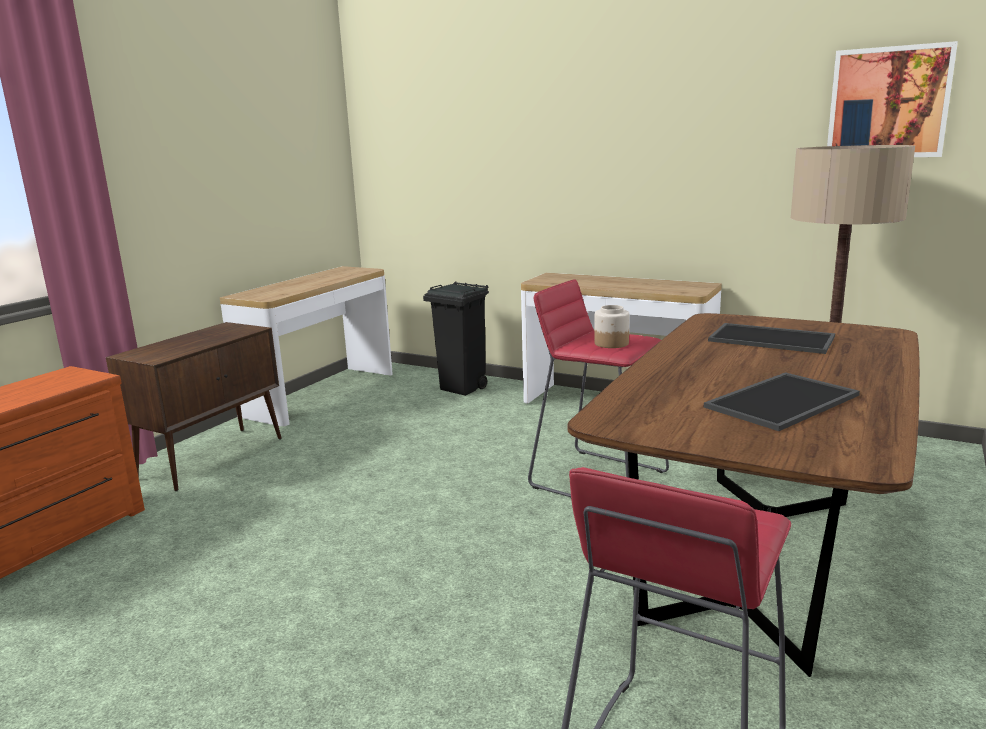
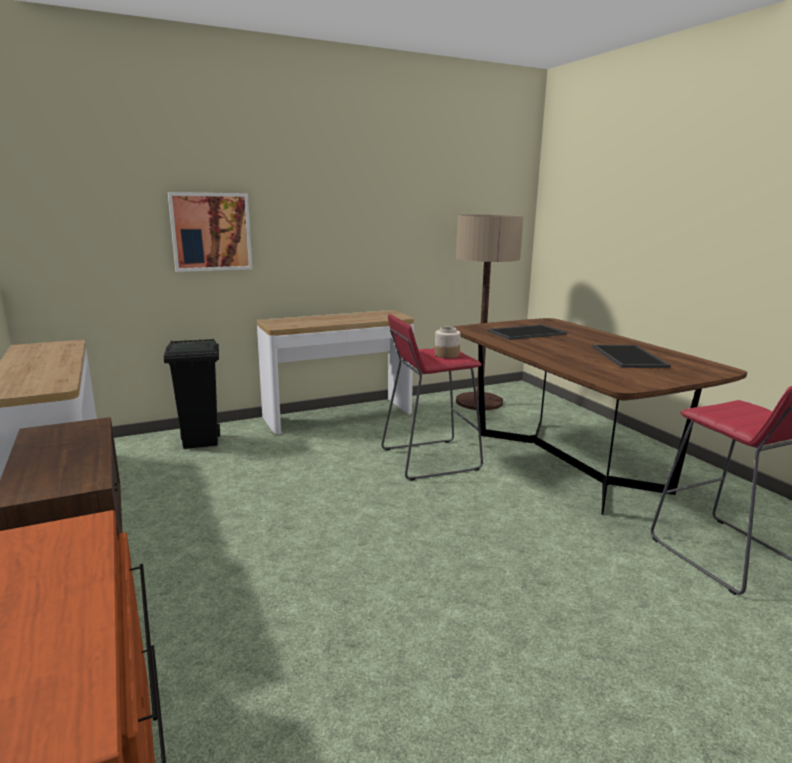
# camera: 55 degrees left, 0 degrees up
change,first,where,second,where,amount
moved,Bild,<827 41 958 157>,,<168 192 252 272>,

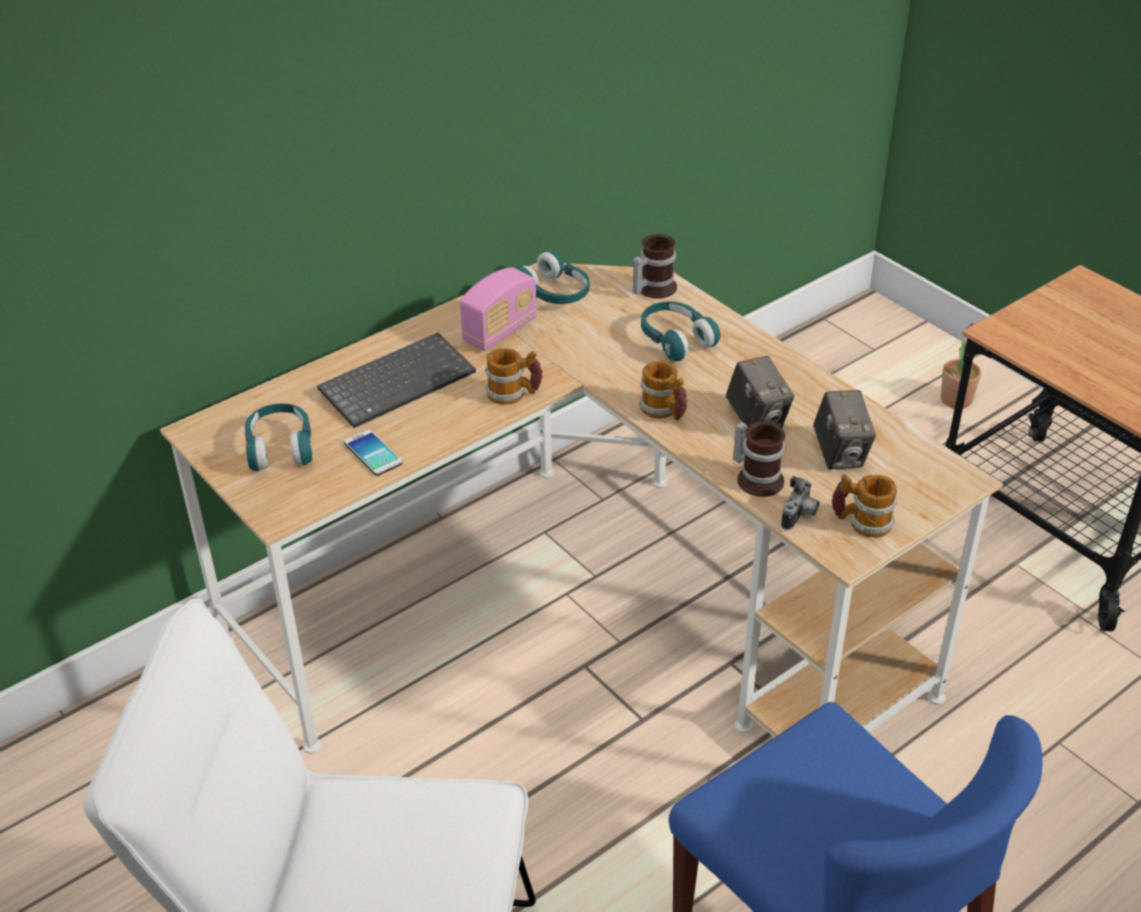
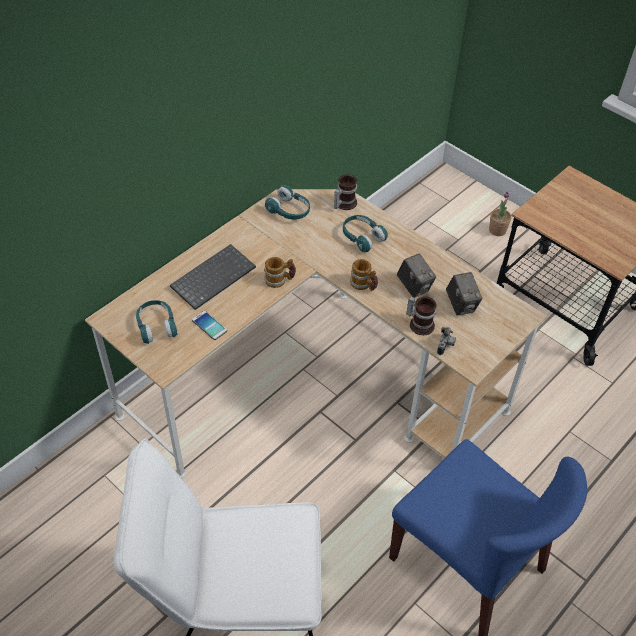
# camera: 10 degrees left, 10 degrees up
change,first,where,second,where,amount
removed,Radio,<460 267 537 351>,,,
removed,Henkelbecher,<832 474 897 538>,,,

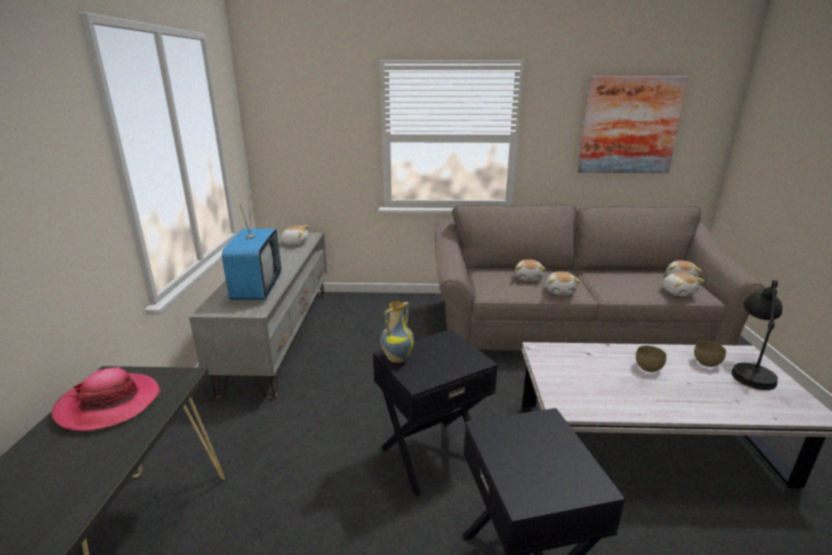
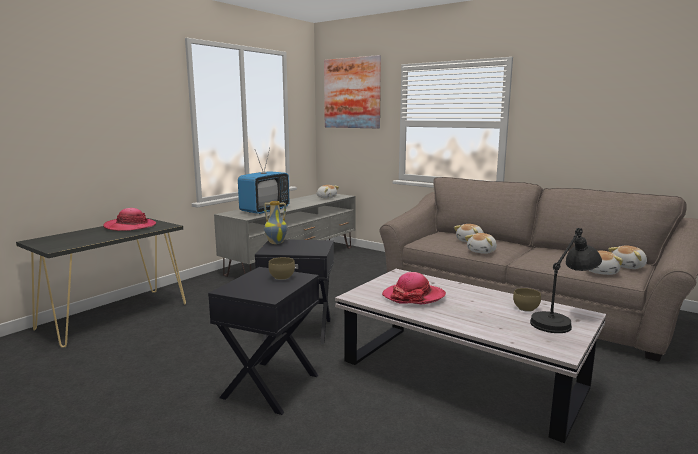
# camera: 35 degrees right, 10 degrees down
change,first,where,second,where,amount
moved,Bild,<578 77 688 173>,,<324 55 381 128>,
moved,Schüssel [braun],<636 346 667 372>,,<268 257 295 280>,
added,,,Hut,<382 272 446 304>,

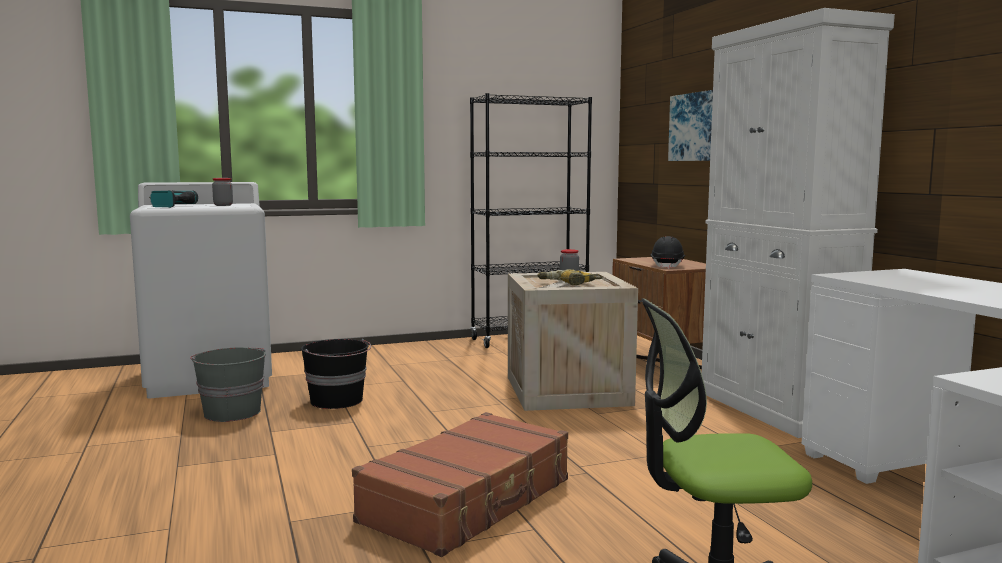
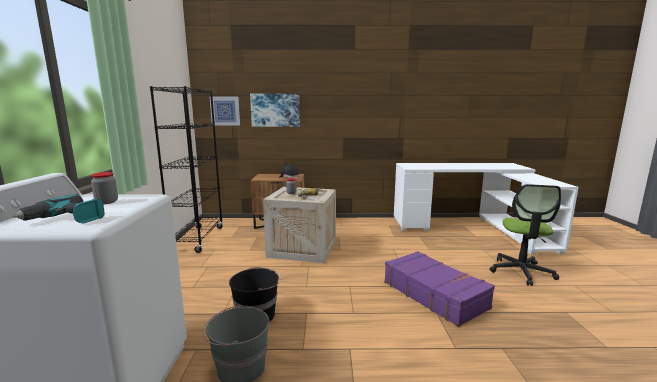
# camera: 70 degrees left, 5 degrees up
change,first,where,second,where,amount
removed,Schrank [weiß],<702 8 895 438>,,,
recoloured,Koffer [braun],<352 412 568 557>,Koffer [lila],<384 251 495 327>,
added,,,Bild,<209 97 240 126>,

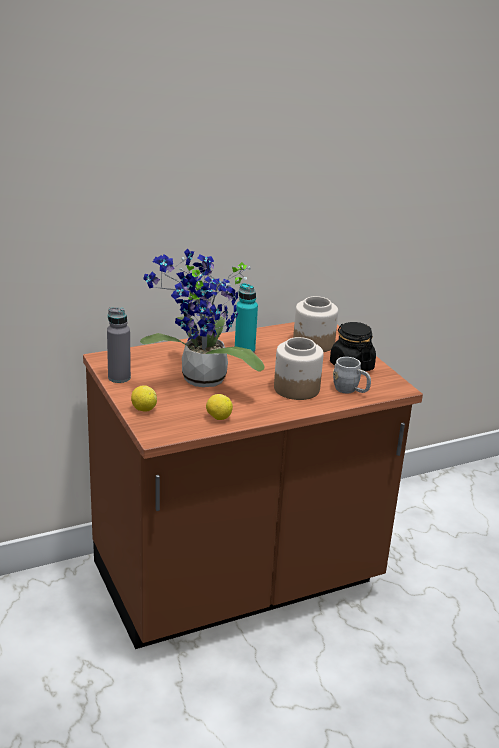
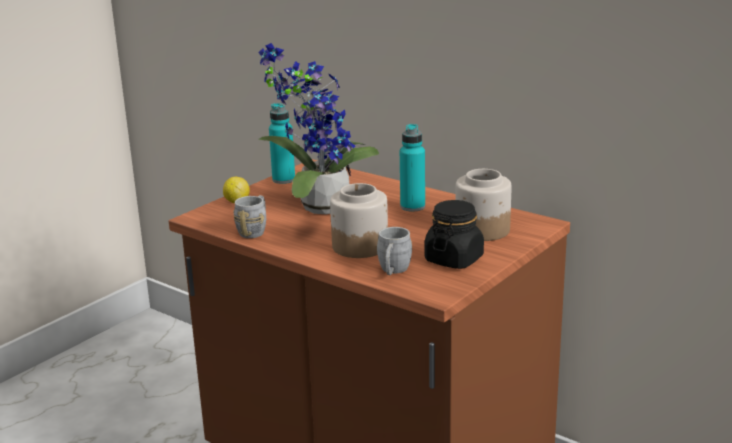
# camera: 65 degrees right, 5 degrees down
change,first,where,second,where,amount
recoloured,Flasche [grau],<107 307 131 383>,Flasche [türkis],<269 103 295 184>,
replaced,Zitrone,<206 394 233 420>,Henkelbecher [grau],<234 195 266 238>,

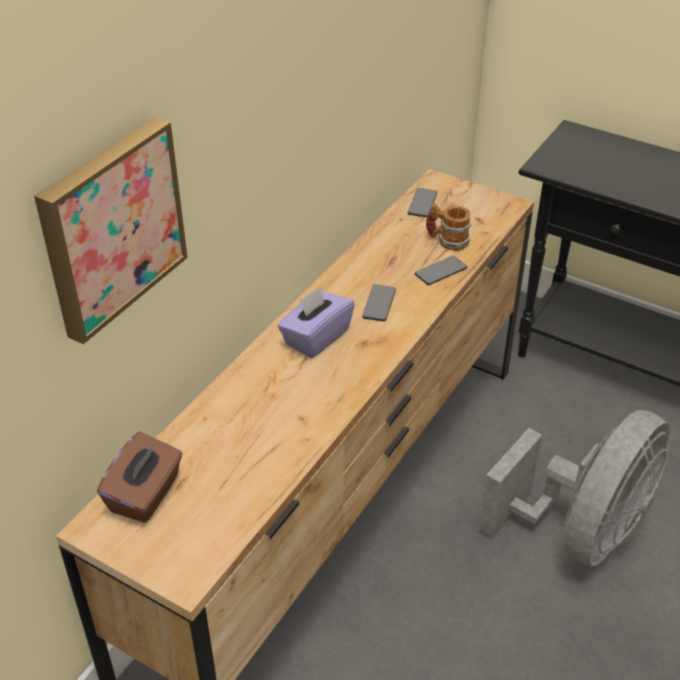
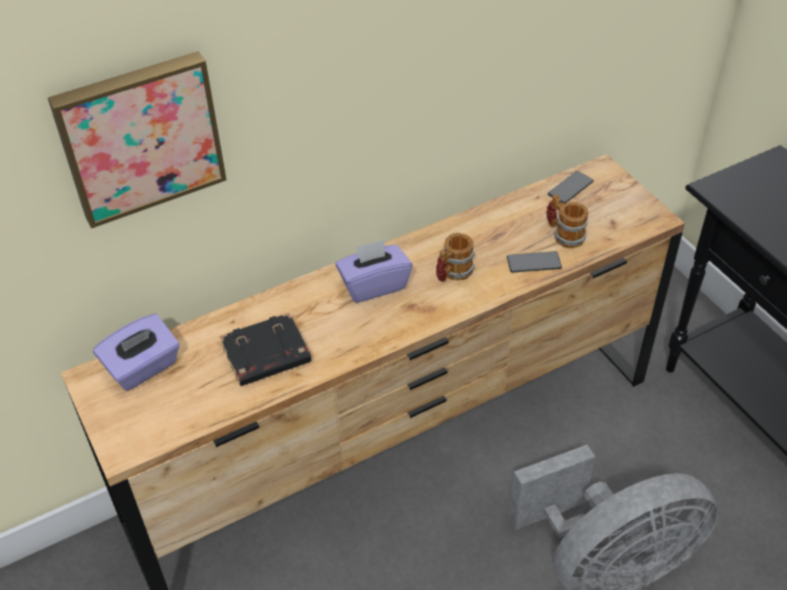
# camera: 30 degrees right, 5 degrees up
change,first,where,second,where,amount
replaced,Handy,<362 284 396 321>,Henkelbecher,<436 233 475 282>,
recoloured,Taschentuchbox [braun],<97 431 183 523>,Taschentuchbox [lila],<93 314 180 391>,
added,,,Buch [schwarz],<219 313 311 386>,

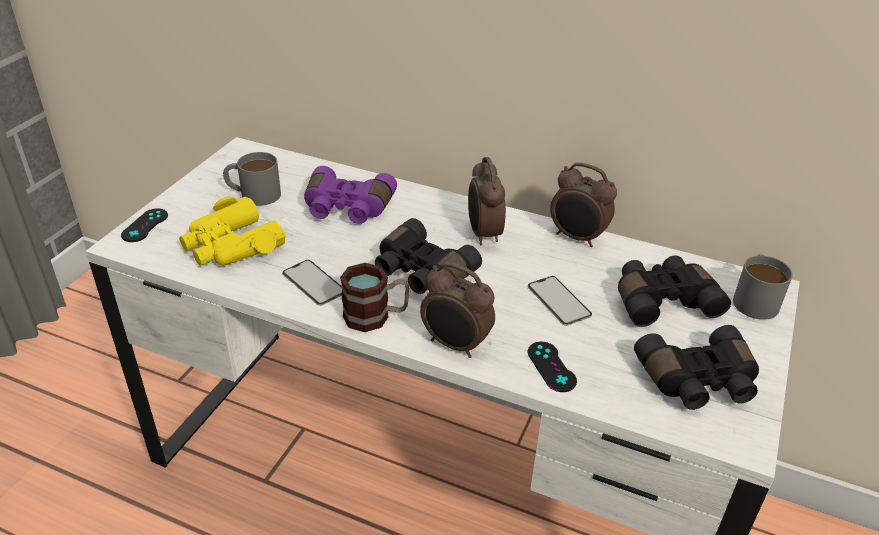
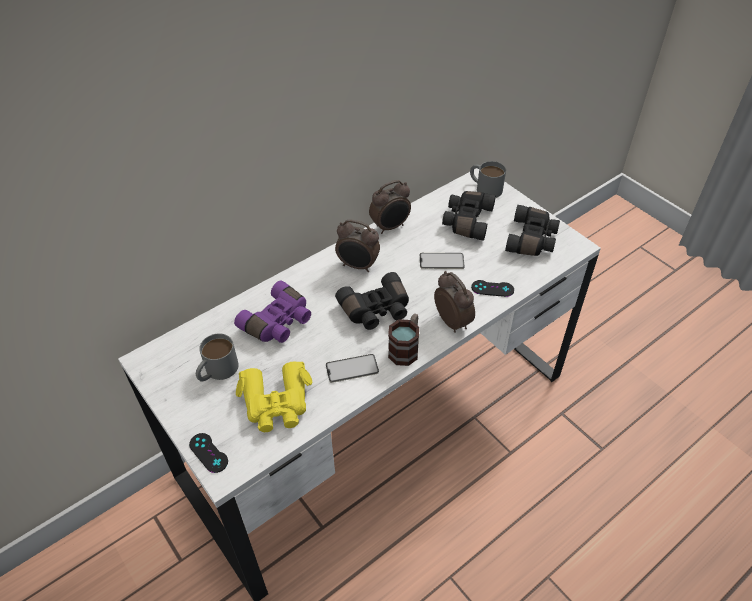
# camera: 60 degrees left, 10 degrees up
change,first,where,second,where,amount
turned,Wecker,<420 262 495 358>,,<434 271 475 333>,90 degrees counterclockwise

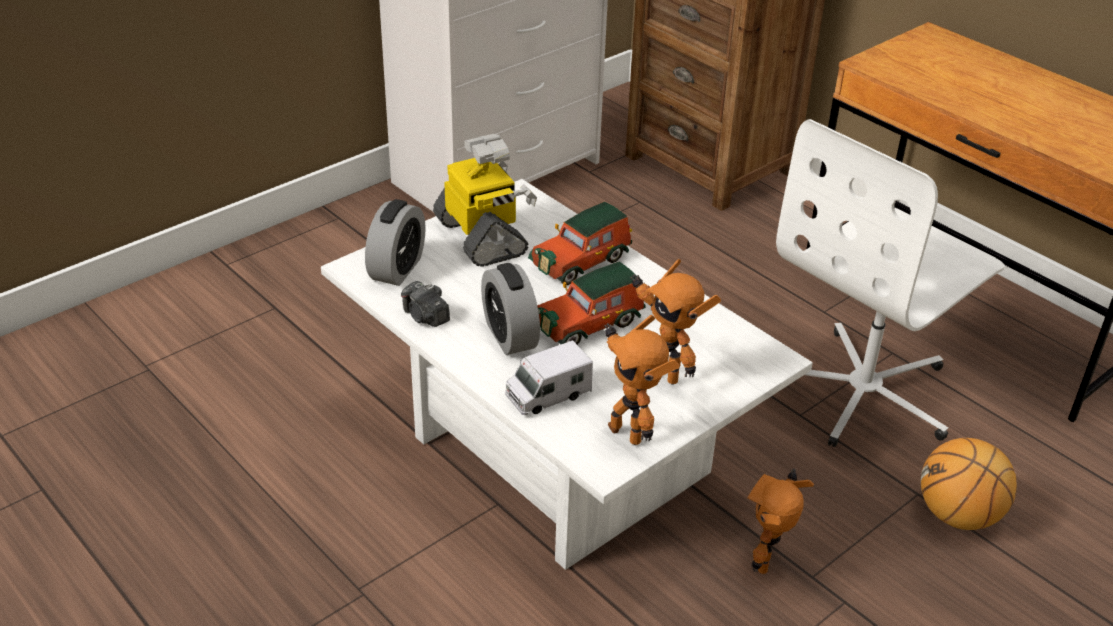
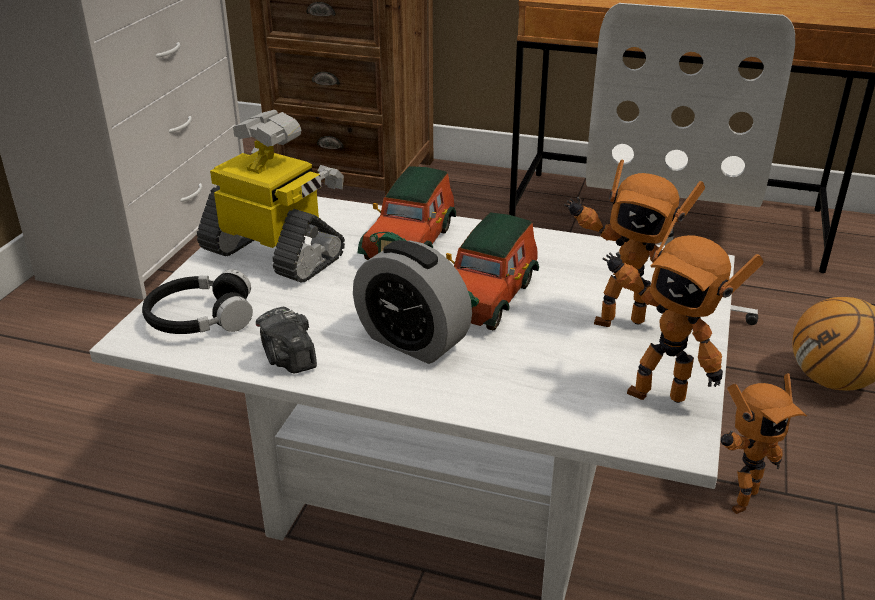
# camera: 30 degrees left, 5 degrees down
change,first,where,second,where,amount
replaced,Wecker,<365 199 425 286>,Kopfhörer [schwarz],<142 269 253 334>,
turned,Kamera,<401 281 450 327>,,<256 307 317 373>,45 degrees clockwise
removed,Spielzeuglaster,<505 340 593 415>,,,
turned,Spielzeugroboter,<747 468 814 574>,,<721 373 807 514>,120 degrees counterclockwise

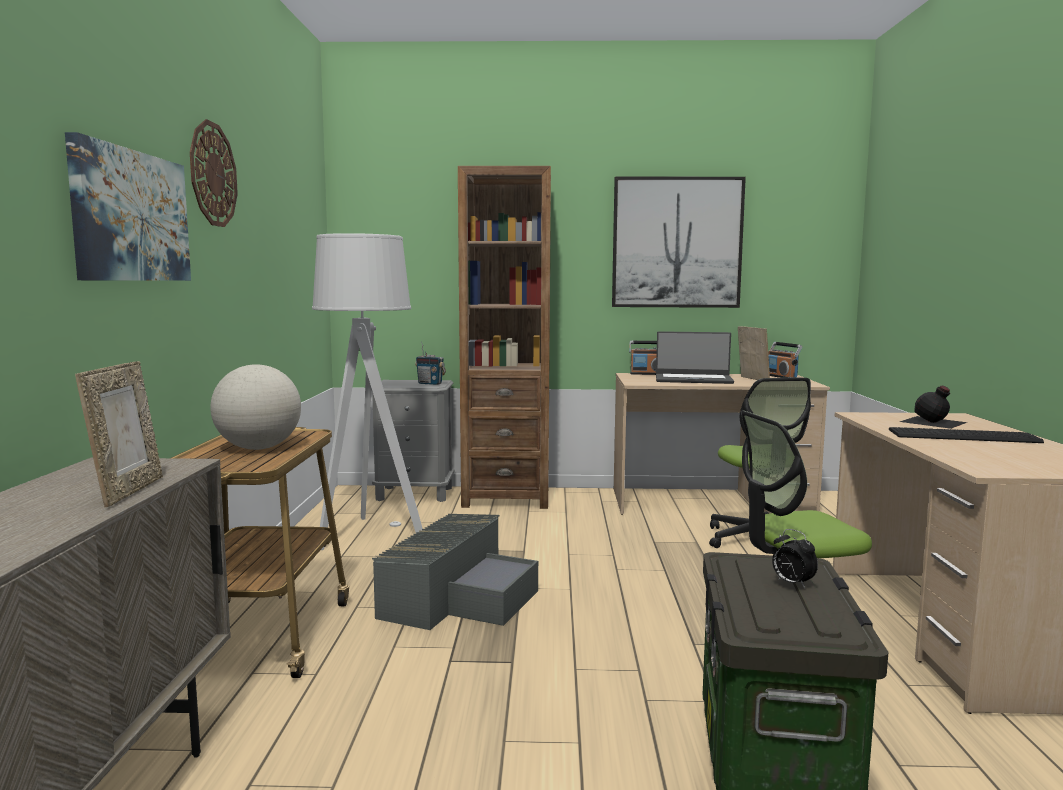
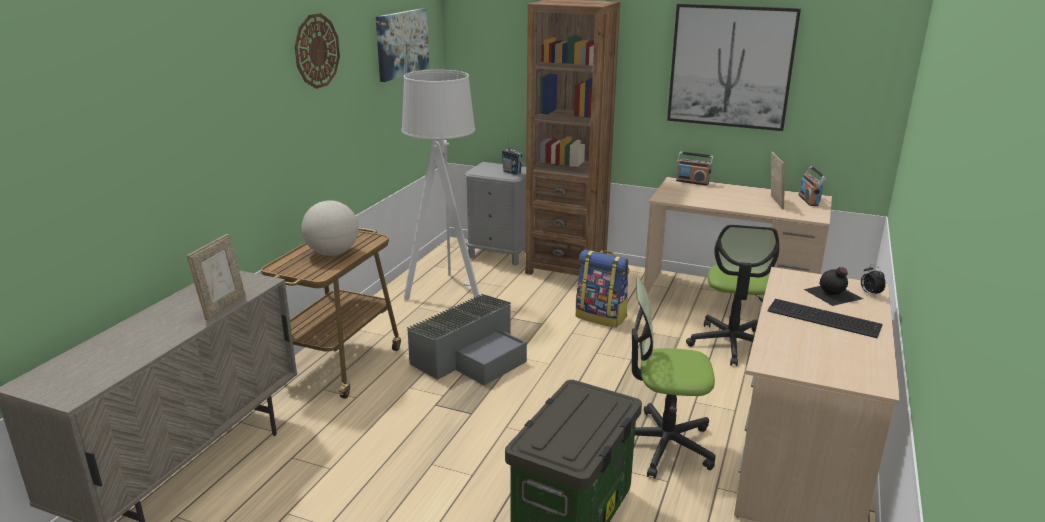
# camera: 20 degrees right, 15 degrees up
change,first,where,second,where,amount
moved,Bild,<65 132 191 281>,,<376 8 429 82>,
removed,Laptop,<656 331 734 384>,,,
moved,Wecker,<772 529 818 588>,,<861 264 886 297>,
added,,,Rucksack,<576 250 629 327>,

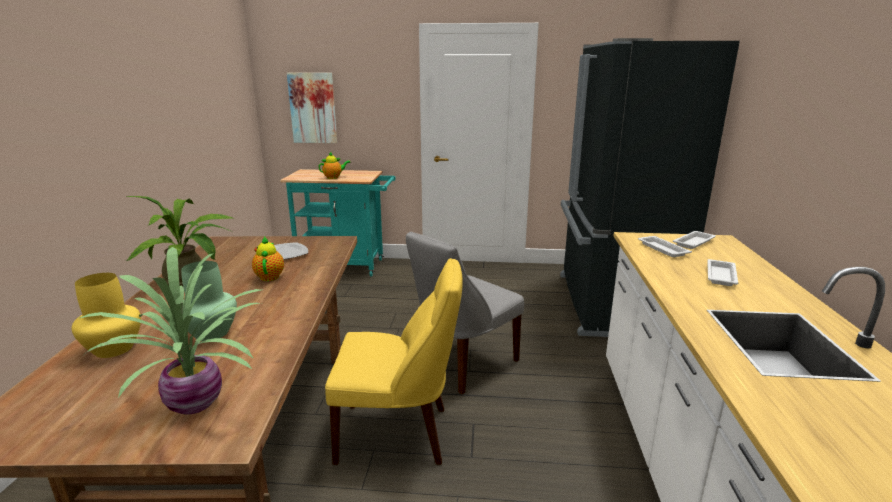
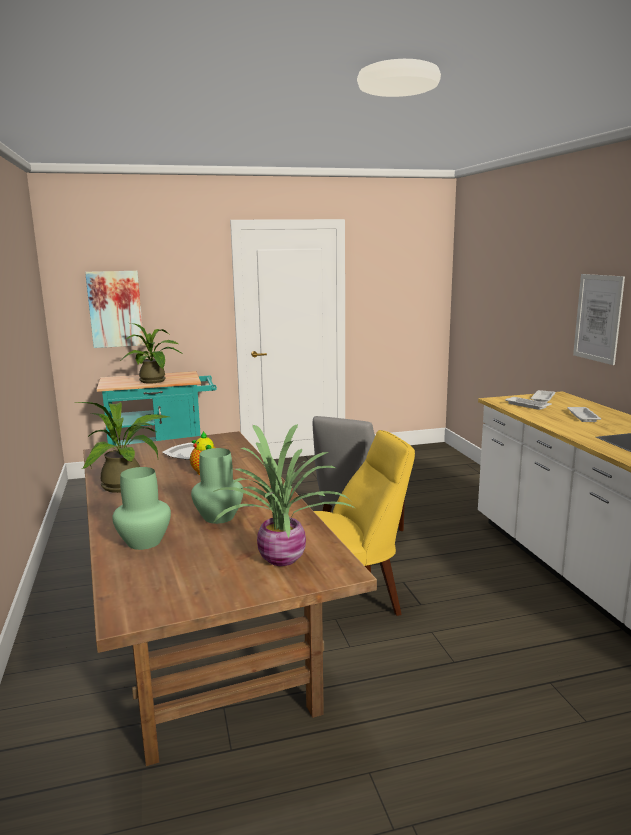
# camera: 20 degrees left, 5 degrees down
change,first,where,second,where,amount
removed,Kühlschrank [schwarz],<560 38 740 337>,,,
replaced,Teekanne,<318 152 351 179>,Topfpflanze,<120 323 184 384>,
recoloured,Vase [gelb],<72 273 141 358>,Vase [grün],<112 467 171 550>,
added,,,Bild,<573 274 625 365>,

